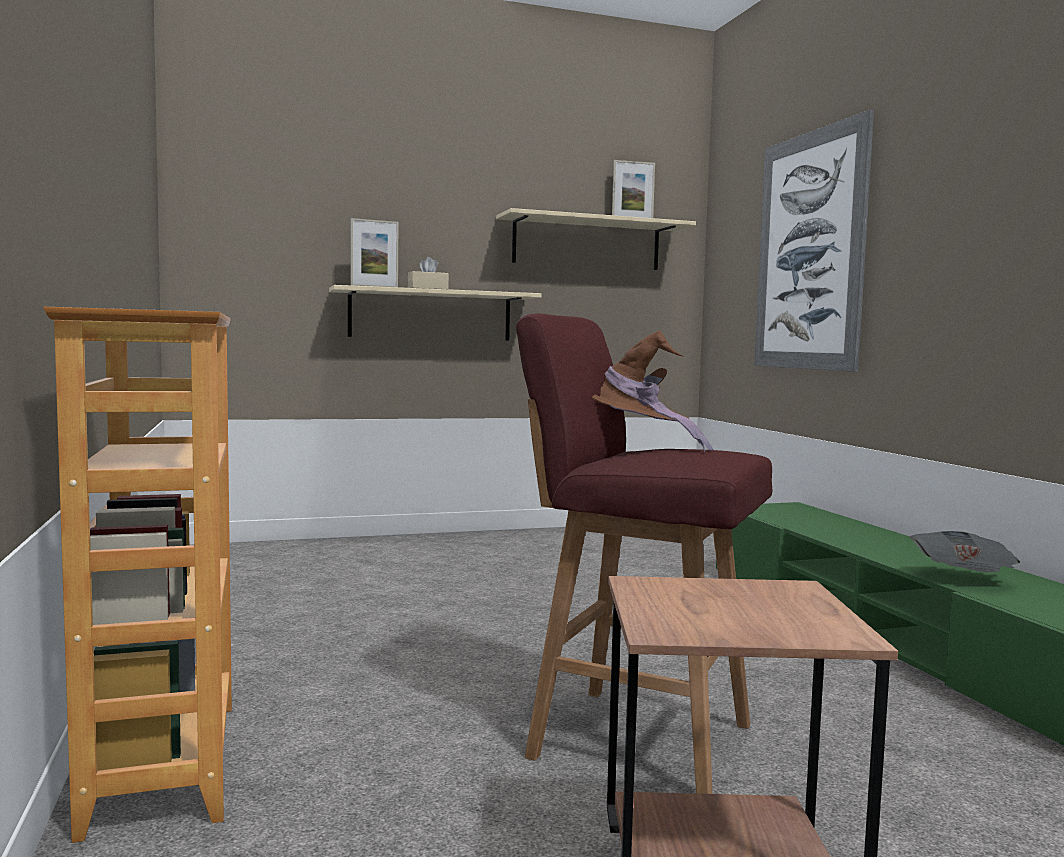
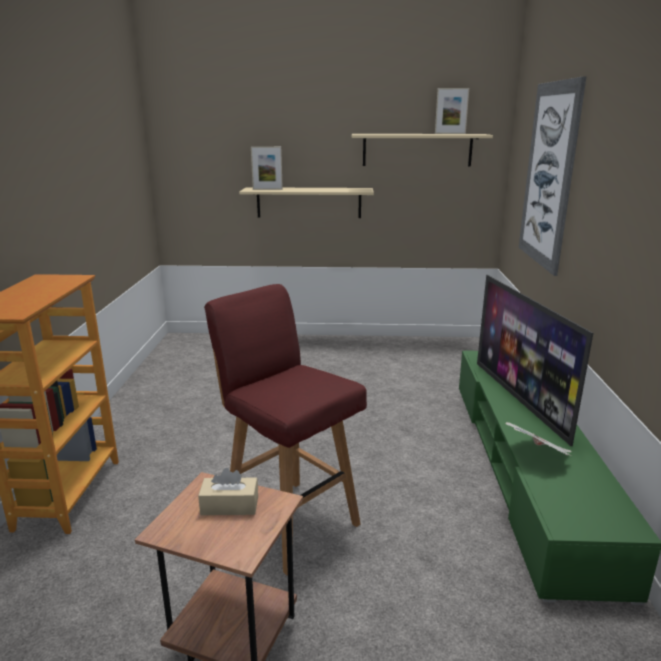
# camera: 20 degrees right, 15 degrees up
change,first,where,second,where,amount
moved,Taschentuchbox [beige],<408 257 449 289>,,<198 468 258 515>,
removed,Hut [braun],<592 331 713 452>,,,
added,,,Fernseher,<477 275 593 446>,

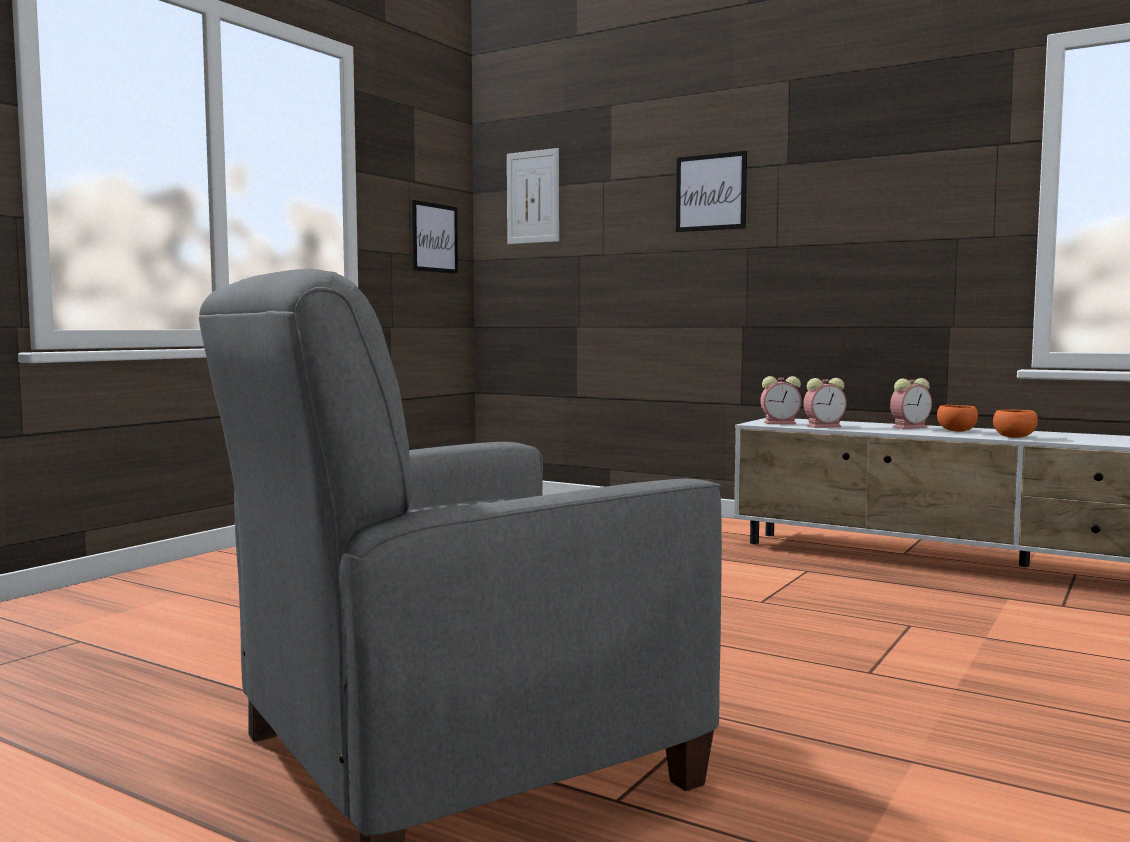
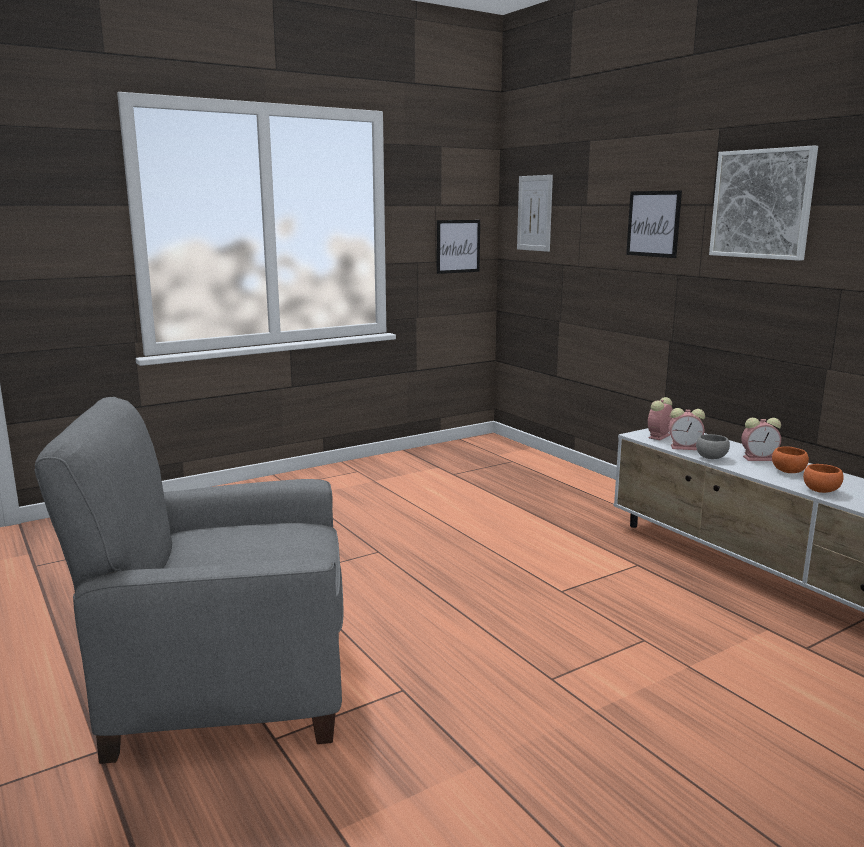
# camera: 25 degrees right, 10 degrees up
change,first,where,second,where,amount
turned,Wecker,<760 376 801 424>,,<648 397 673 440>,105 degrees clockwise
added,,,Bild,<709 145 818 261>,
added,,,Schüssel [grau],<696 434 730 459>,

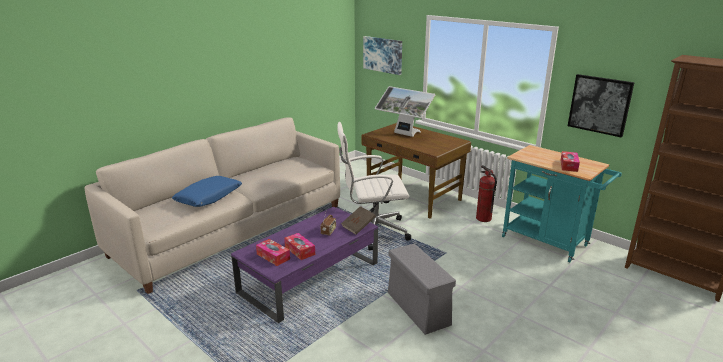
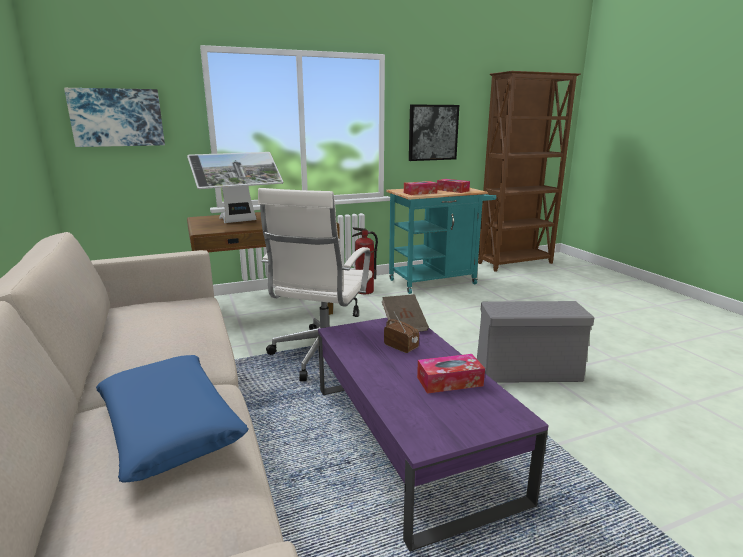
# camera: 65 degrees left, 5 degrees down
change,first,where,second,where,amount
moved,Taschentuchbox,<256 239 290 266>,,<404 181 438 195>,

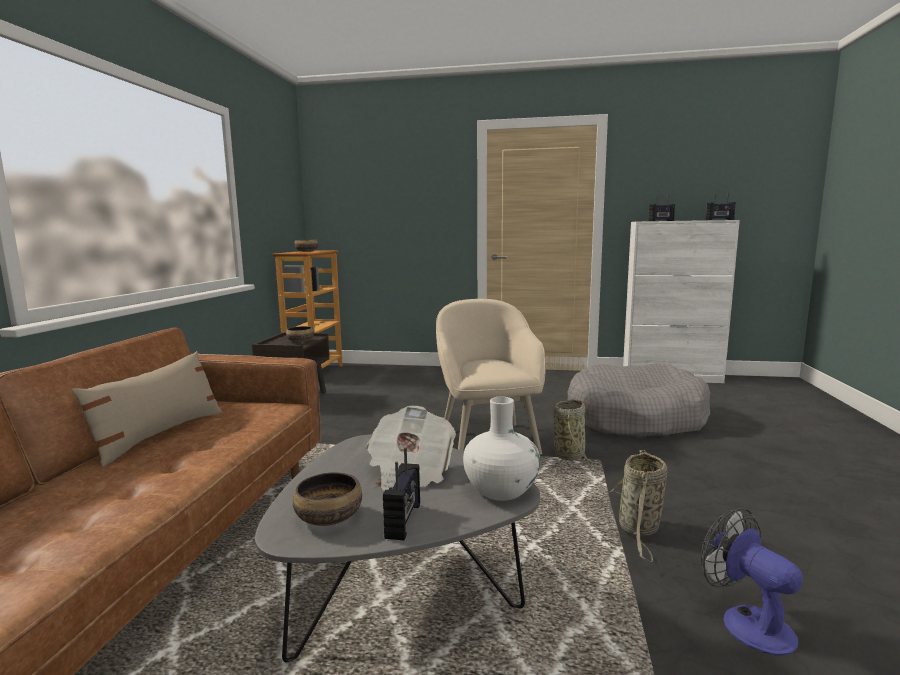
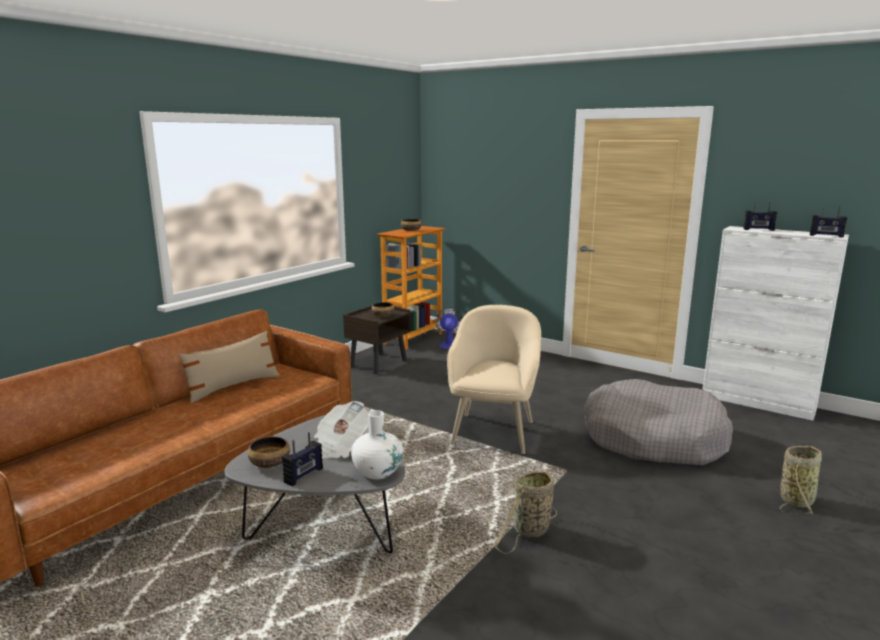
# camera: 25 degrees right, 5 degrees up
change,first,where,second,where,amount
moved,Korb,<553 399 589 467>,,<779 446 822 514>,
moved,Ventilator,<701 508 803 656>,,<435 307 462 349>,

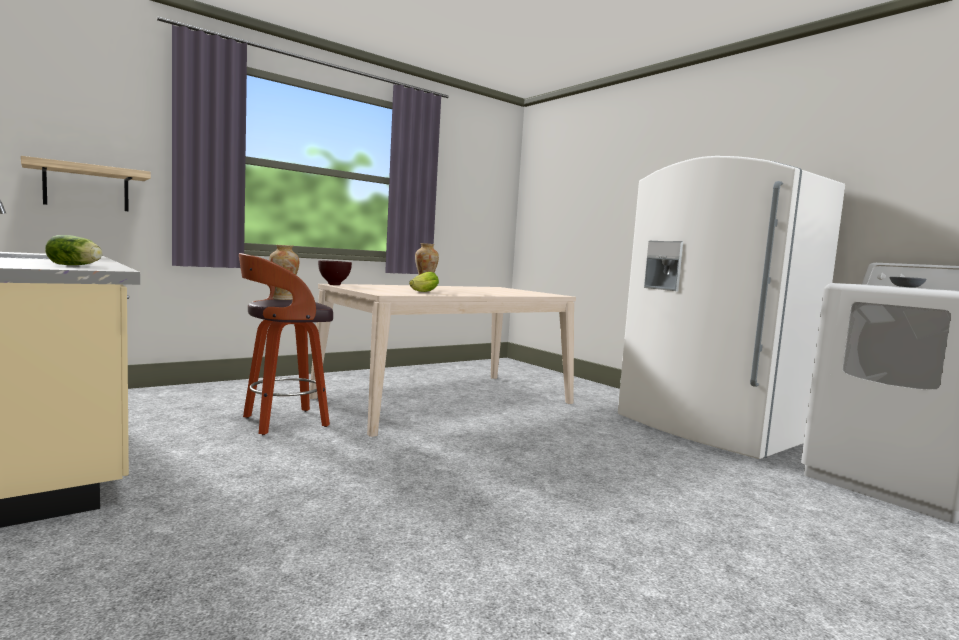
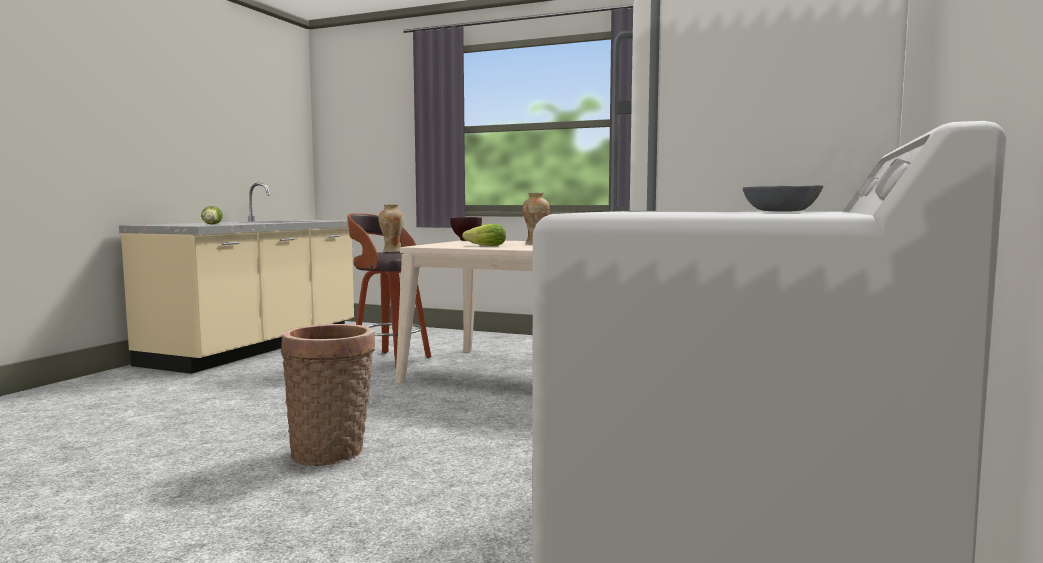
# camera: 60 degrees right, 0 degrees up
change,first,where,second,where,amount
removed,Wandregal,<21 156 151 211>,,,
added,,,Korb,<281 324 375 466>,

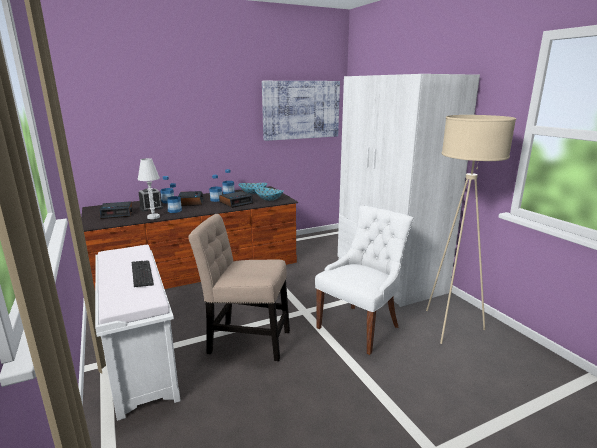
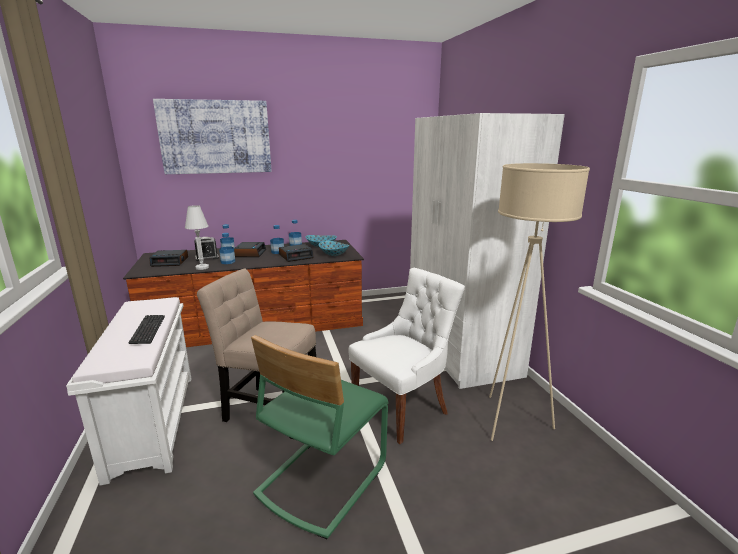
# camera: 10 degrees right, 0 degrees up
change,first,where,second,where,amount
moved,Bild,<262 81 340 141>,,<153 99 272 174>,
added,,,Stuhl [grün],<251 335 389 539>,

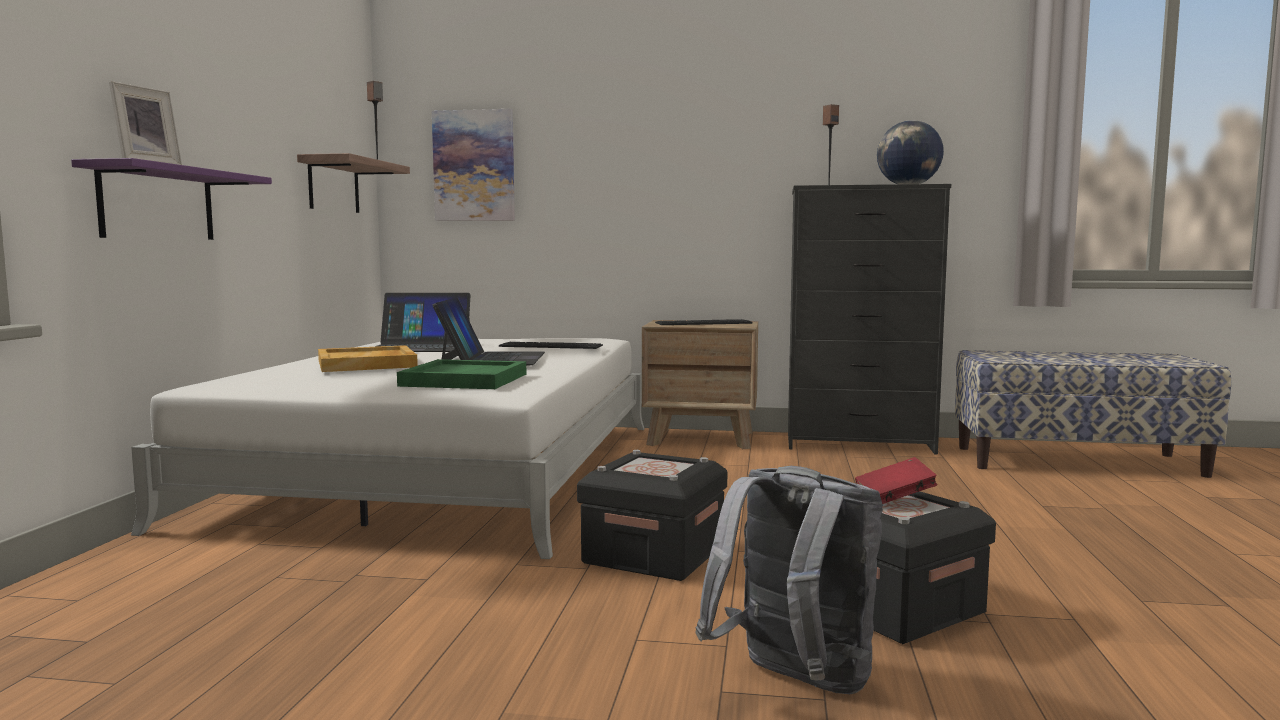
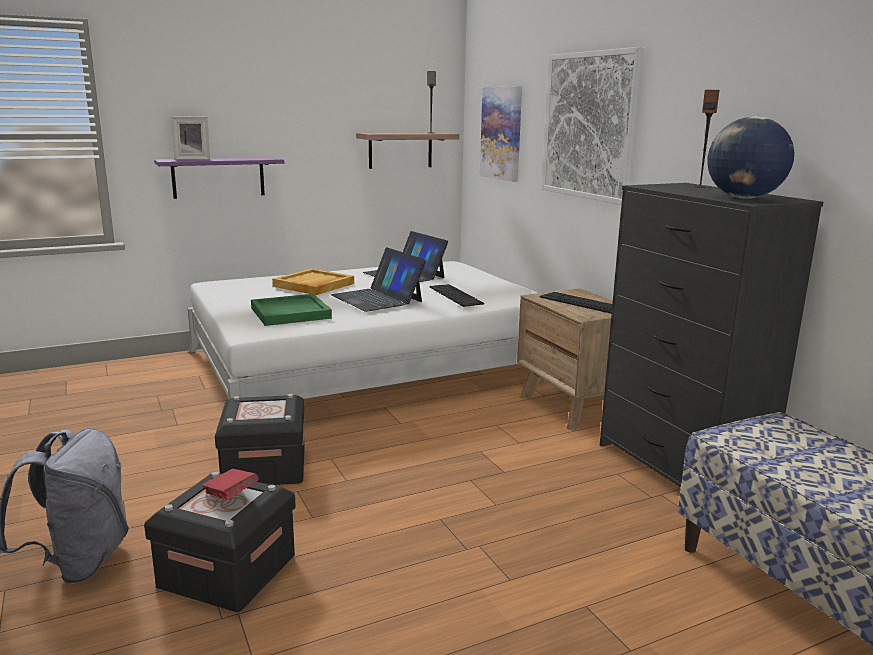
# camera: 55 degrees right, 10 degrees up
change,first,where,second,where,amount
turned,Laptop,<432 297 545 365>,,<331 247 426 312>,90 degrees clockwise
added,,,Bild,<541 47 645 205>,

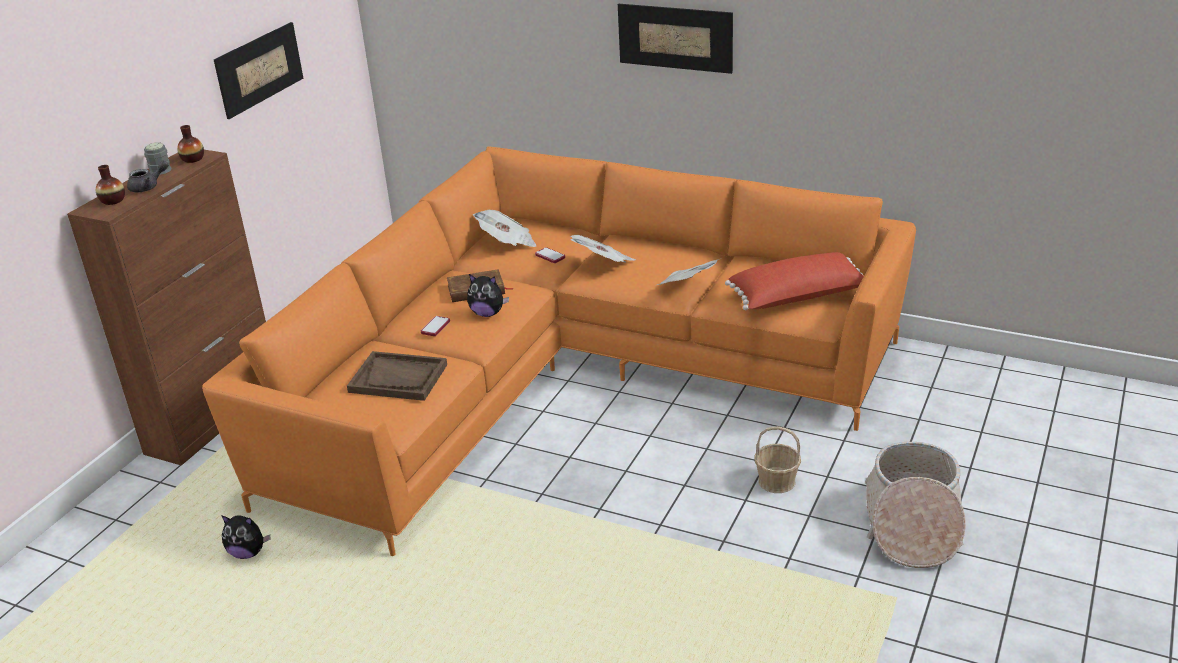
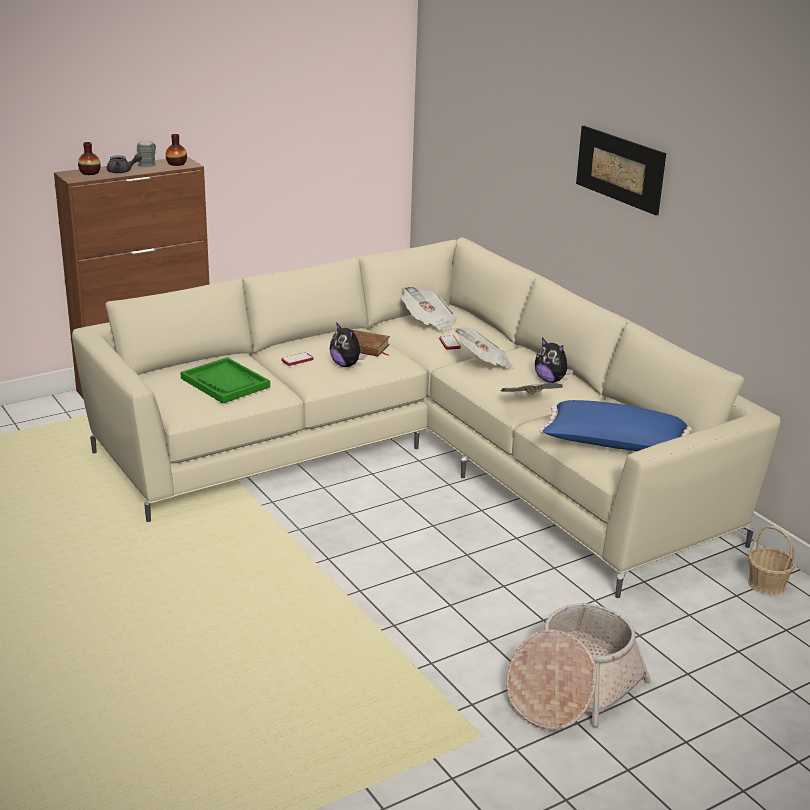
# camera: 30 degrees right, 5 degrees down
change,first,where,second,where,amount
removed,Bild,<214 22 303 119>,,,
recoloured,Sofa [orange],<202 146 916 556>,Sofa [beige],<72 237 781 598>,
recoloured,Kissen [rot],<725 252 864 310>,Kissen [blau],<539 400 692 451>,
recoloured,Tablett [braun],<347 351 447 401>,Tablett [grün],<180 357 270 404>,
moved,Korb,<754 426 801 493>,,<748 526 795 595>,
moved,Plüschtier,<221 515 270 559>,,<535 338 573 383>,

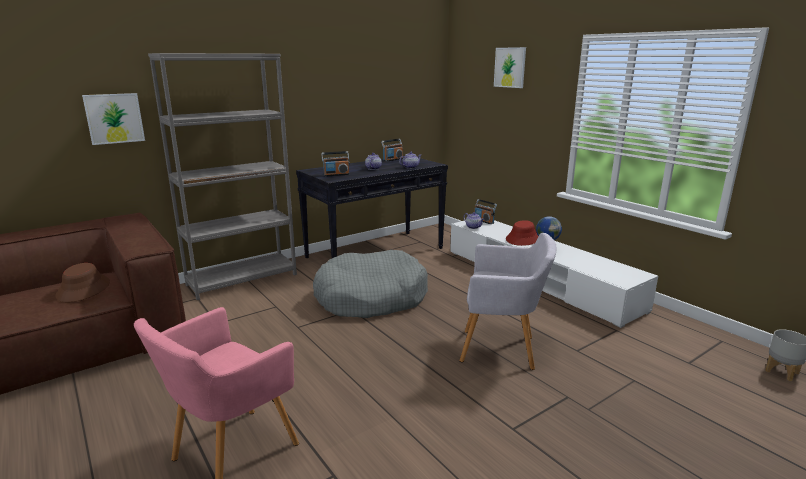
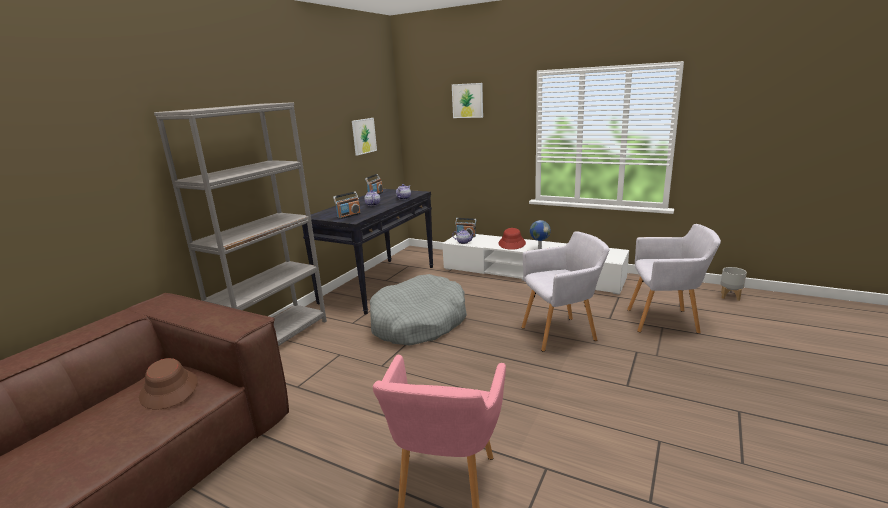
# camera: 25 degrees left, 0 degrees up
change,first,where,second,where,amount
moved,Bild,<82 93 145 145>,,<352 118 377 156>,
added,,,Sessel [grau],<627 224 721 333>,

